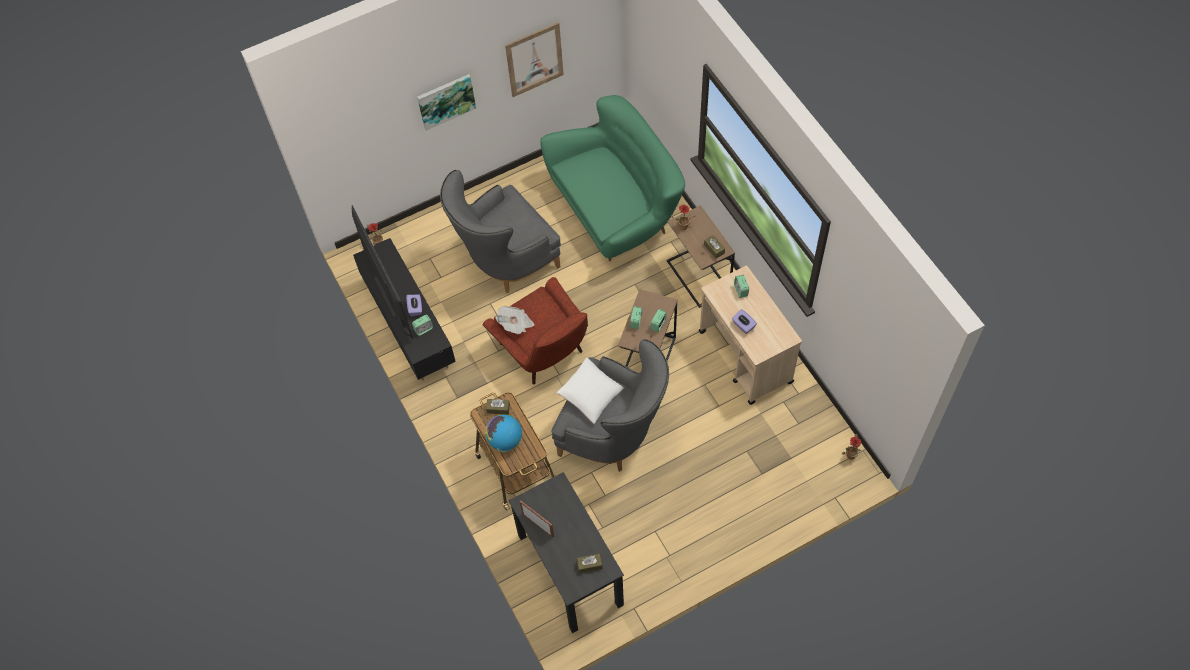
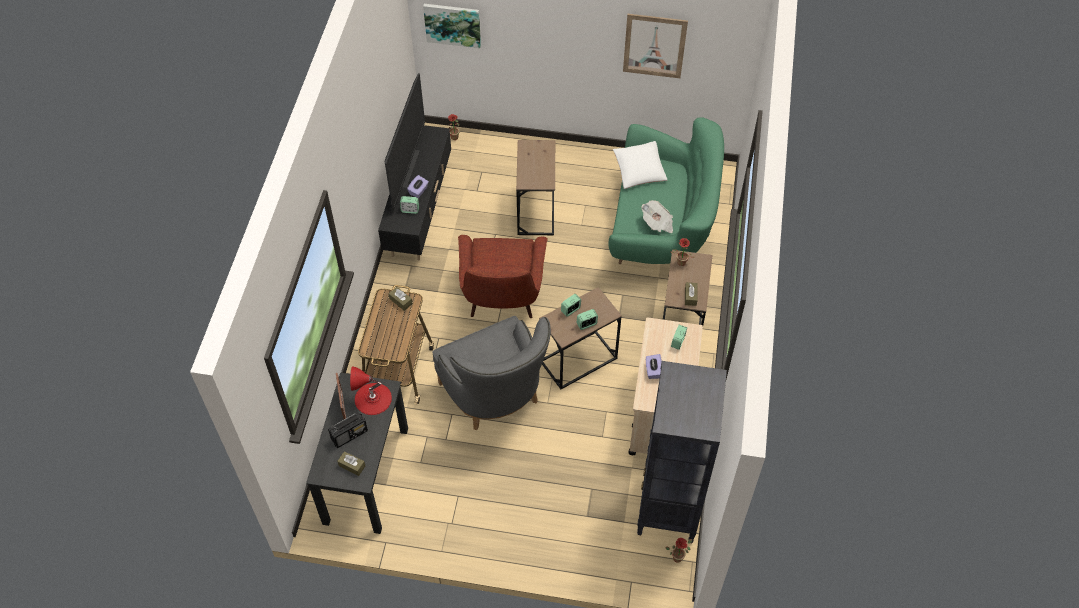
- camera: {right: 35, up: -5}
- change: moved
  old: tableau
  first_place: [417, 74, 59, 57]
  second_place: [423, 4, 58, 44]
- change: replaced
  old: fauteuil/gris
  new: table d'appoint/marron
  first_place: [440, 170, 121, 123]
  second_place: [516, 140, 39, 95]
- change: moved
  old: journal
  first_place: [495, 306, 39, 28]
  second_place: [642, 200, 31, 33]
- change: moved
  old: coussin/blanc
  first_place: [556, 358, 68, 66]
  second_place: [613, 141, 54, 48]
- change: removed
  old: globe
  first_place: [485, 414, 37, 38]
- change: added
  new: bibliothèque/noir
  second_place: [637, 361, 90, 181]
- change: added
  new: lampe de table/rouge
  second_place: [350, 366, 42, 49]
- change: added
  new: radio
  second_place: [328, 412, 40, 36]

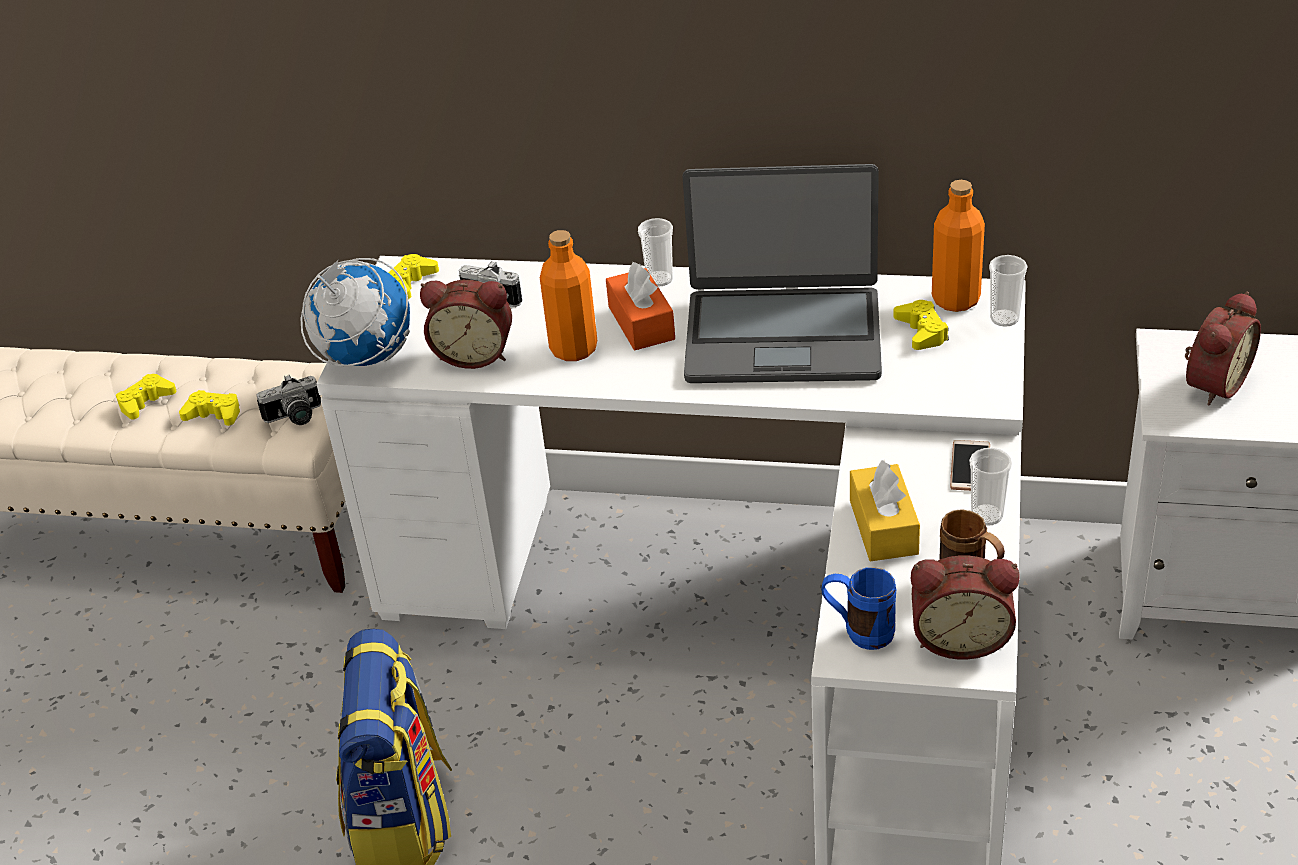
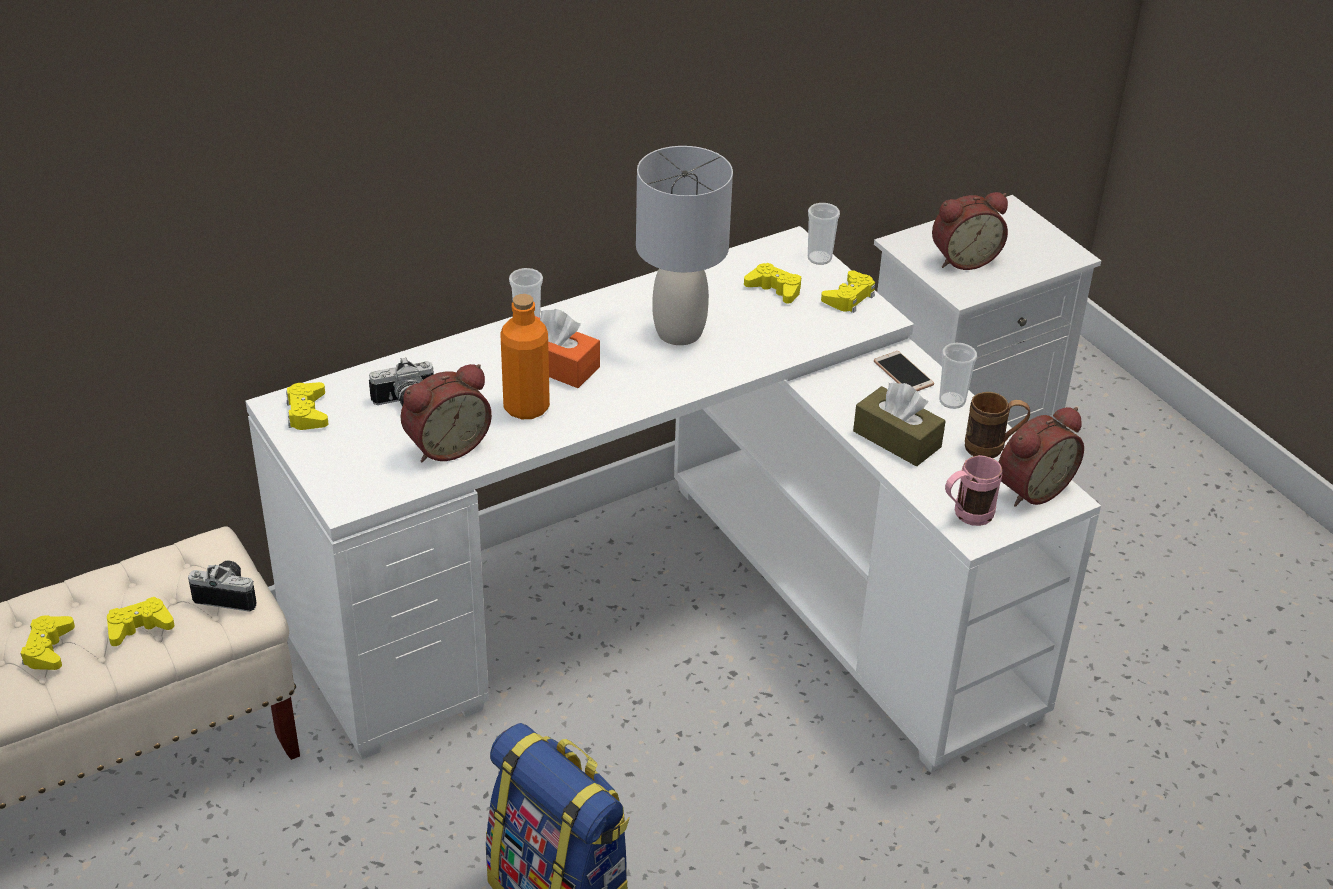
- camera: {right: -45, up: 0}
- change: replaced
  old: ordinateur portable
  new: lampe de table/gris
  first_place: [682, 164, 200, 219]
  second_place: [636, 146, 97, 199]
- change: removed
  old: bouteille/orange
  first_place: [932, 180, 53, 132]
- change: removed
  old: globe
  first_place: [301, 258, 109, 109]
- change: turned
  old: réveil
  first_place: [1185, 292, 76, 114]
  second_place: [932, 192, 76, 78]
  degrees: 75
- change: turned
  old: appareil photo
  first_place: [257, 375, 64, 50]
  second_place: [188, 561, 69, 51]
  degrees: -105
- change: recoloured
  old: boîte à mouchoirs/jaune
  new: boîte à mouchoirs/marron
  first_place: [850, 460, 70, 101]
  second_place: [853, 383, 93, 83]
- change: recoloured
  old: mug/bleu
  new: mug/rose
  first_place: [821, 567, 75, 83]
  second_place: [945, 455, 57, 71]
- change: added
  new: manette/jaune
  second_place: [821, 270, 54, 43]

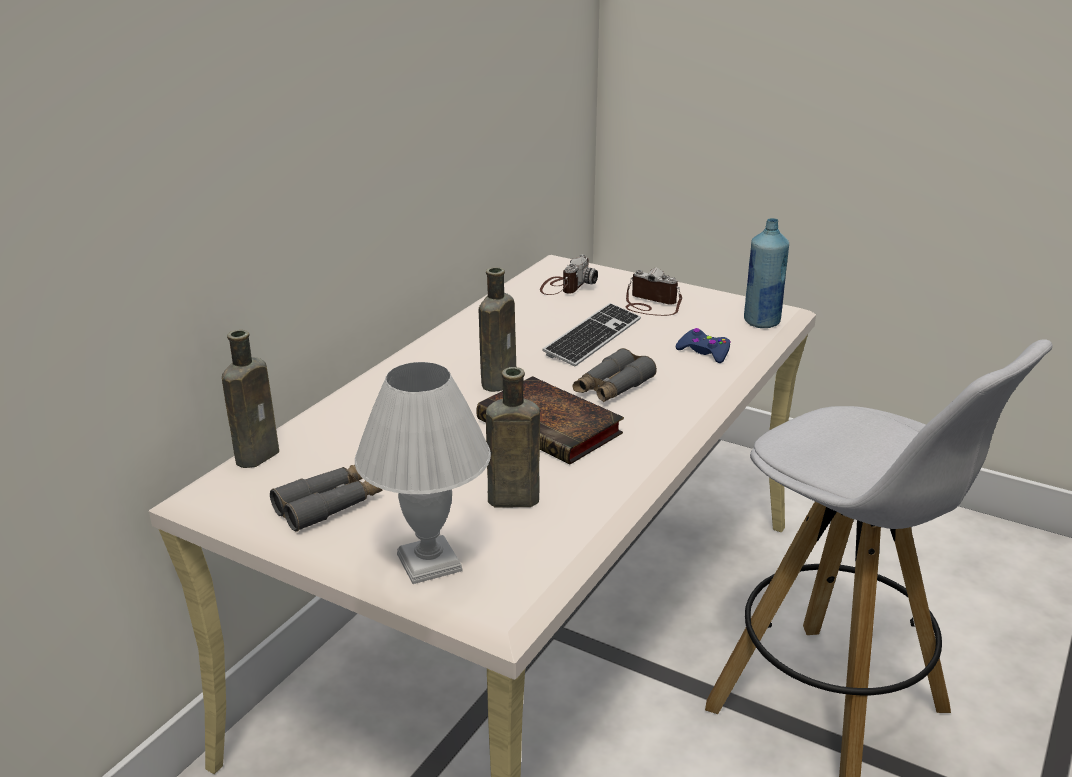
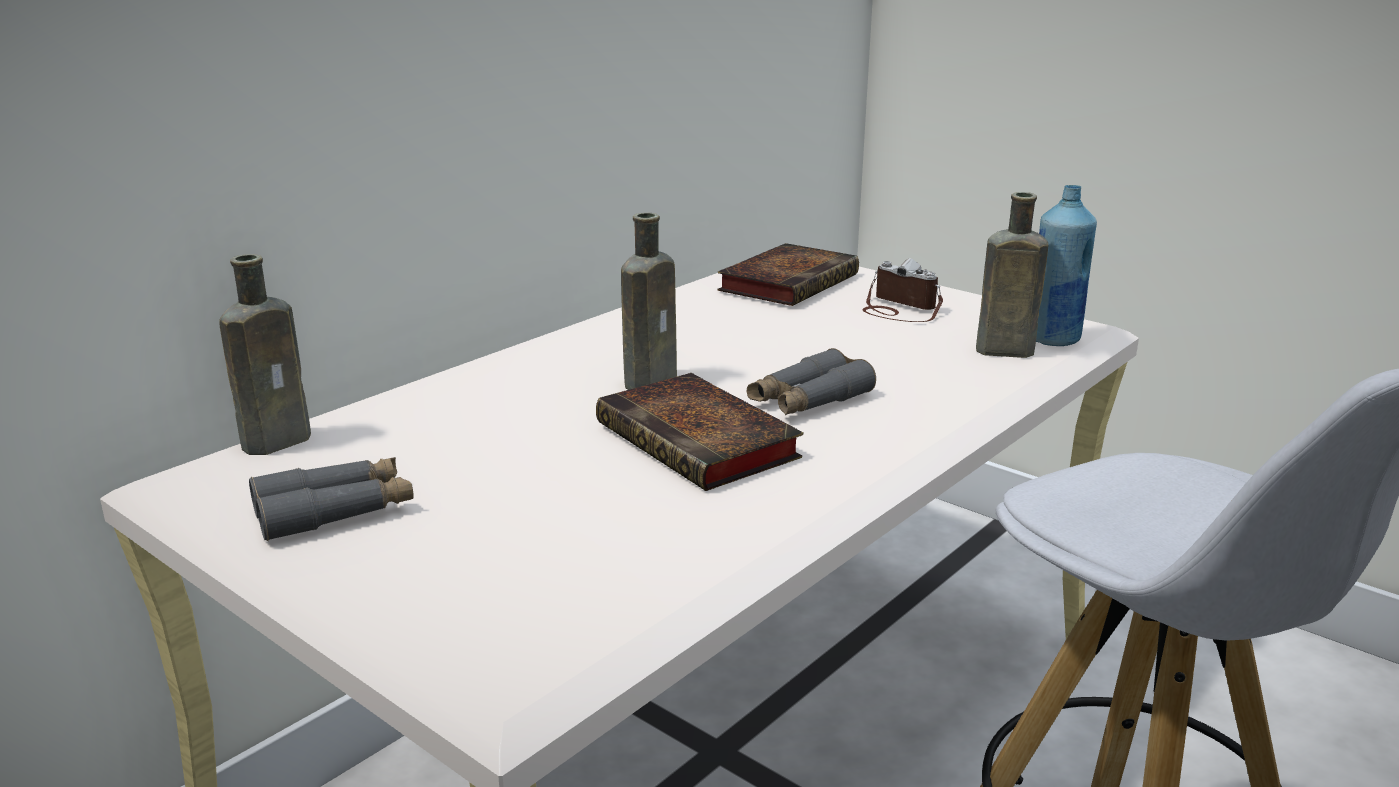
- camera: {right: 10, up: -5}
- change: replaced
  old: appareil photo
  new: livre
  first_place: [540, 255, 58, 40]
  second_place: [717, 243, 142, 63]
- change: removed
  old: clavier
  first_place: [542, 303, 99, 63]
- change: removed
  old: manette/bleu
  first_place: [676, 328, 55, 35]
- change: removed
  old: lampe de table/blanc
  first_place: [355, 362, 136, 222]
- change: moved
  old: bouteille/marron
  first_place: [486, 367, 54, 141]
  second_place: [976, 192, 72, 166]

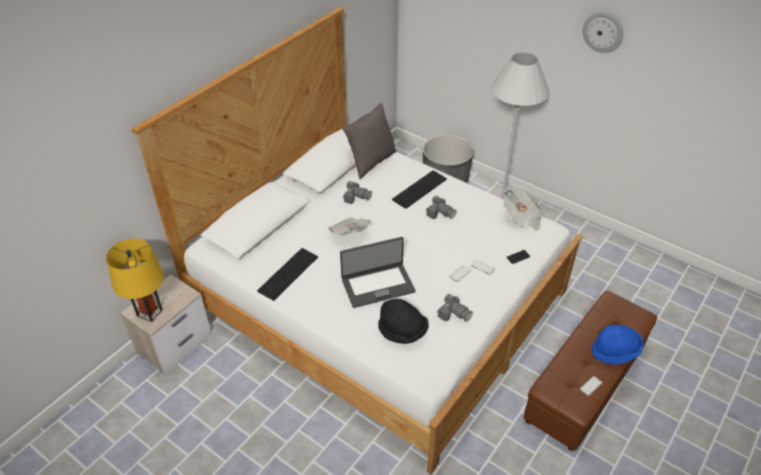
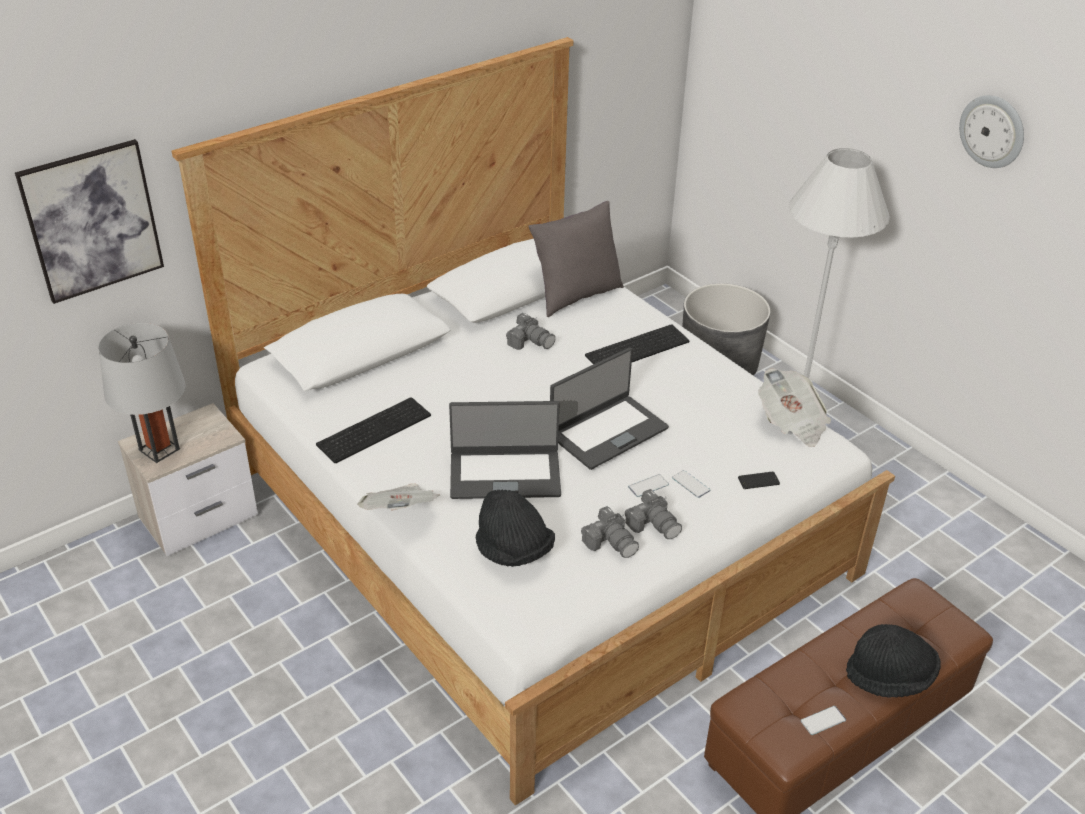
- camera: {right: 15, up: -5}
- change: moved
  old: appareil photo
  first_place: [426, 196, 31, 23]
  second_place: [625, 489, 57, 50]
- change: moved
  old: journal
  first_place: [329, 217, 42, 17]
  second_place: [357, 483, 84, 27]
- change: recoloured
  old: lampe de table/jaune
  new: lampe de table/gris
  first_place: [106, 239, 58, 83]
  second_place: [99, 323, 87, 140]
- change: recoloured
  old: chapeau/bleu
  new: chapeau/noir
  first_place: [591, 325, 53, 40]
  second_place: [846, 624, 95, 74]
- change: added
  new: tableau
  second_place: [15, 139, 149, 165]
- change: added
  new: ordinateur portable
  second_place: [550, 347, 119, 123]

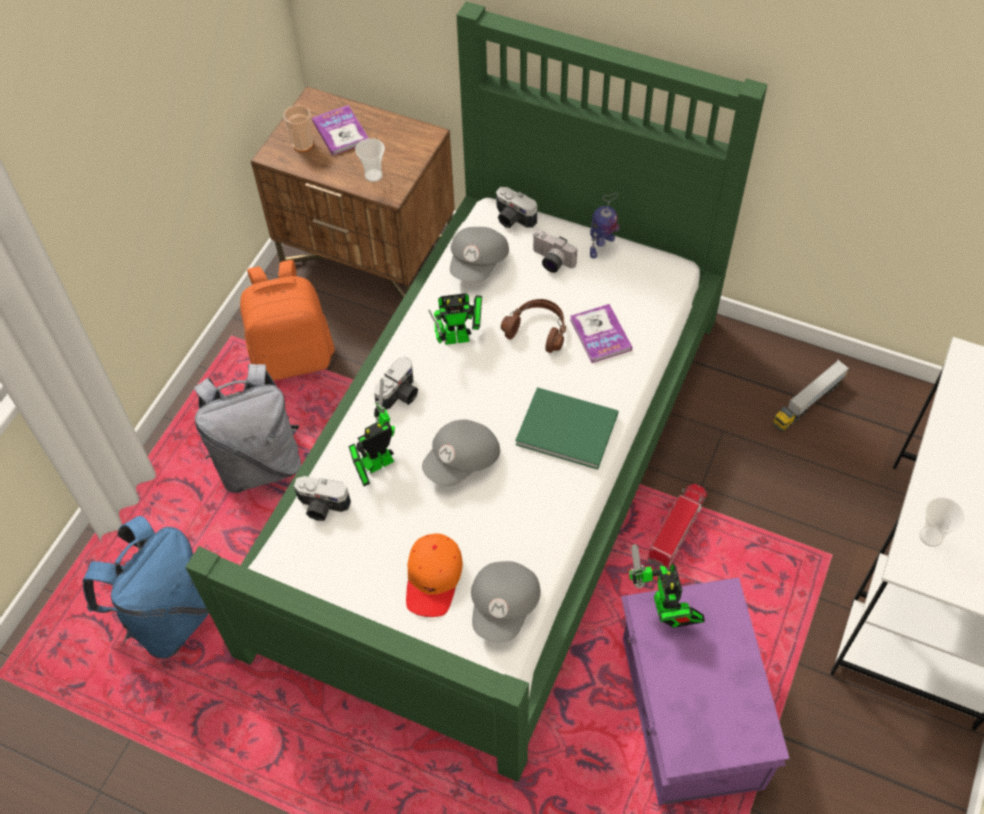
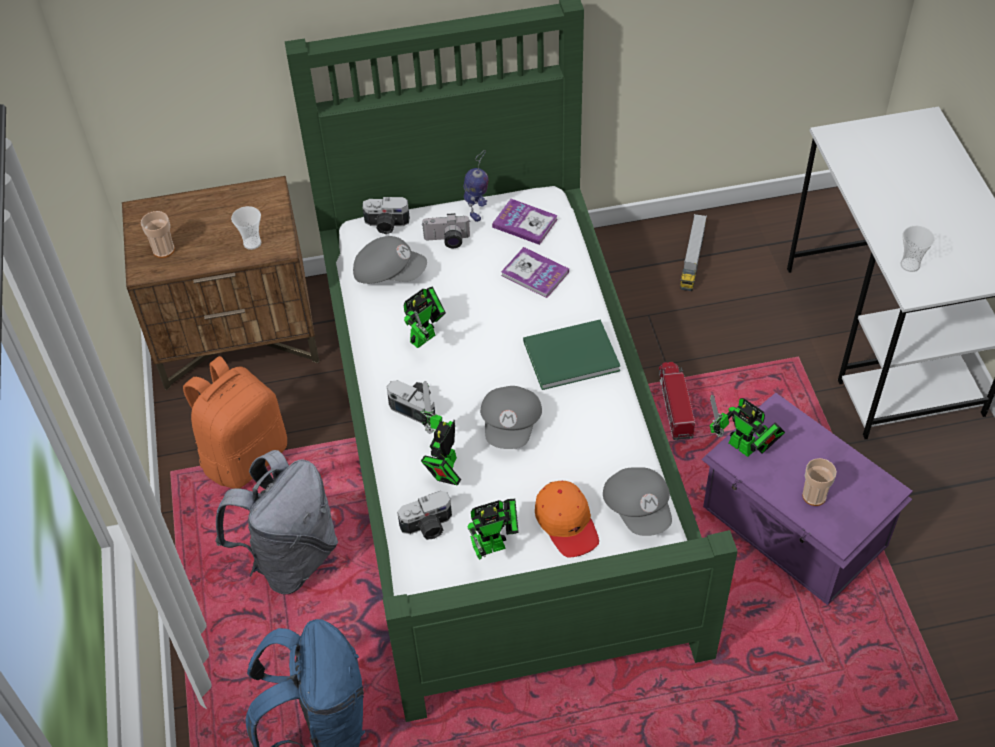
- camera: {right: -35, up: -5}
- change: moved
  old: livre
  first_place: [312, 105, 57, 51]
  second_place: [492, 199, 66, 46]
- change: turned
  old: casquette/gris
  first_place: [450, 227, 59, 55]
  second_place: [353, 236, 74, 48]
  degrees: -60
- change: removed
  old: casque audio/marron
  first_place: [501, 299, 65, 54]
- change: turned
  old: appareil photo
  first_place: [374, 357, 44, 53]
  second_place: [387, 380, 48, 44]
  degrees: -60
- change: added
  new: tasse
  second_place: [802, 458, 35, 48]
- change: added
  new: robot jouet
  second_place: [467, 499, 52, 61]

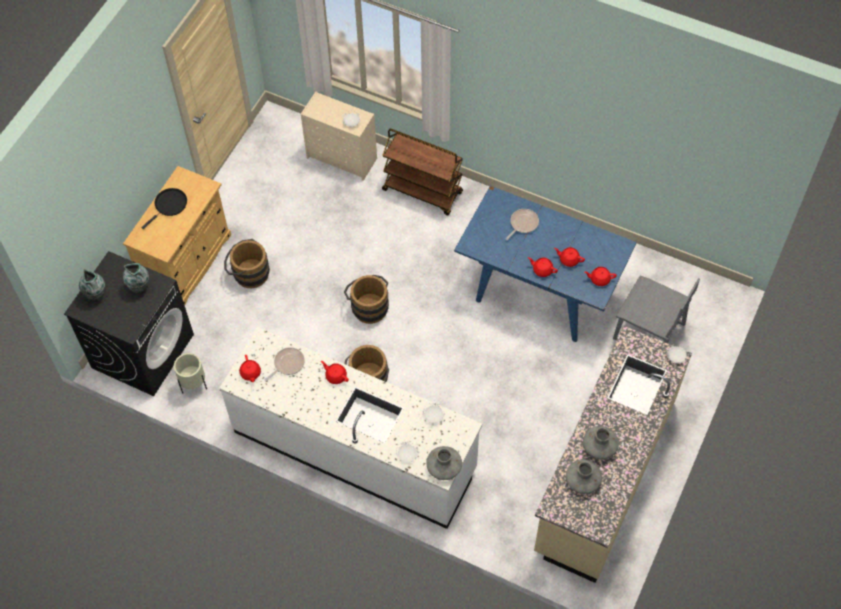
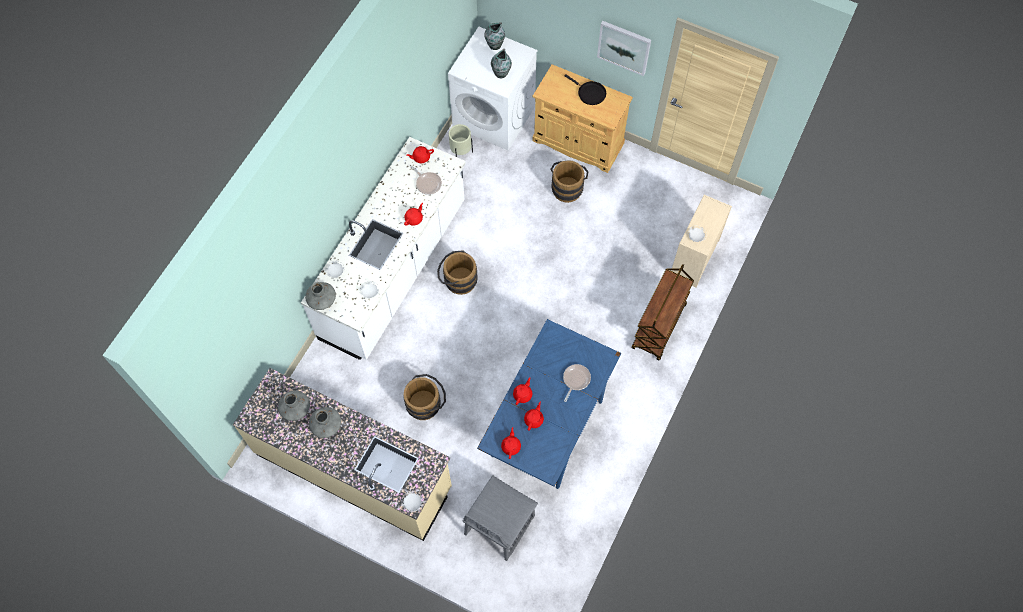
- camera: {right: 90, up: 5}
- change: turned
  old: poêle
  first_place: [506, 209, 33, 31]
  second_place: [563, 364, 28, 38]
  degrees: -105
- change: recoloured
  old: lave-linge/noir
  new: lave-linge/blanc
  first_place: [64, 251, 130, 145]
  second_place: [448, 27, 90, 123]
- change: moved
  old: seau/marron
  first_place: [344, 275, 45, 49]
  second_place: [403, 374, 43, 46]
- change: added
  new: tableau
  second_place: [597, 21, 54, 55]

